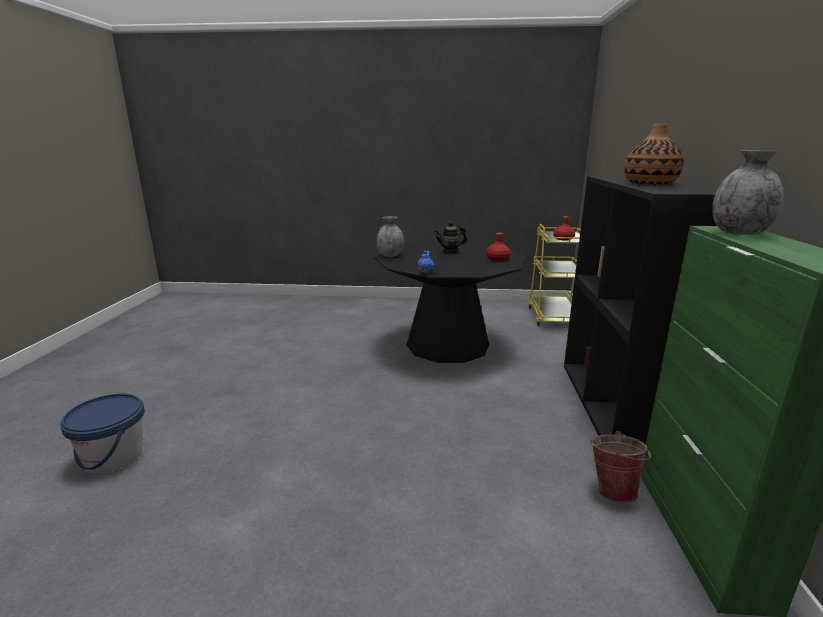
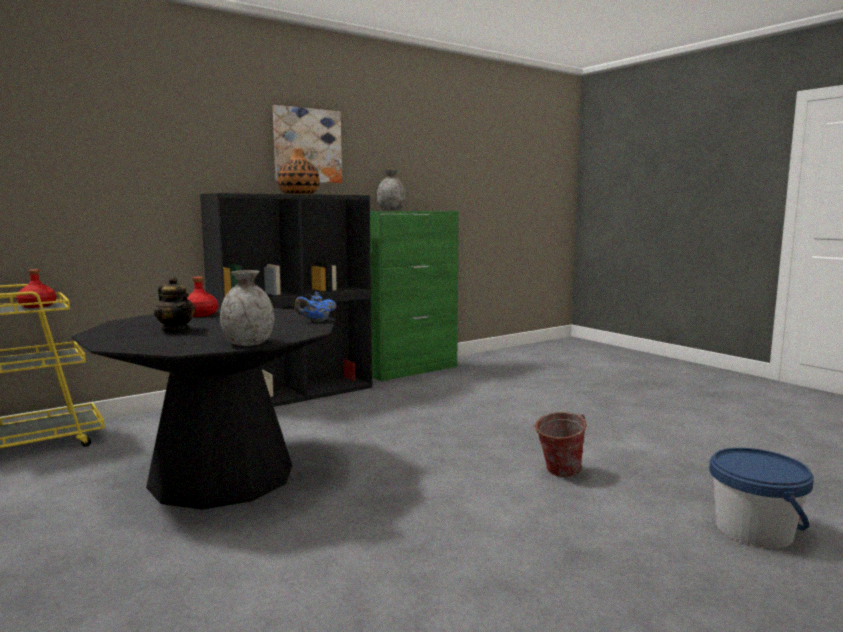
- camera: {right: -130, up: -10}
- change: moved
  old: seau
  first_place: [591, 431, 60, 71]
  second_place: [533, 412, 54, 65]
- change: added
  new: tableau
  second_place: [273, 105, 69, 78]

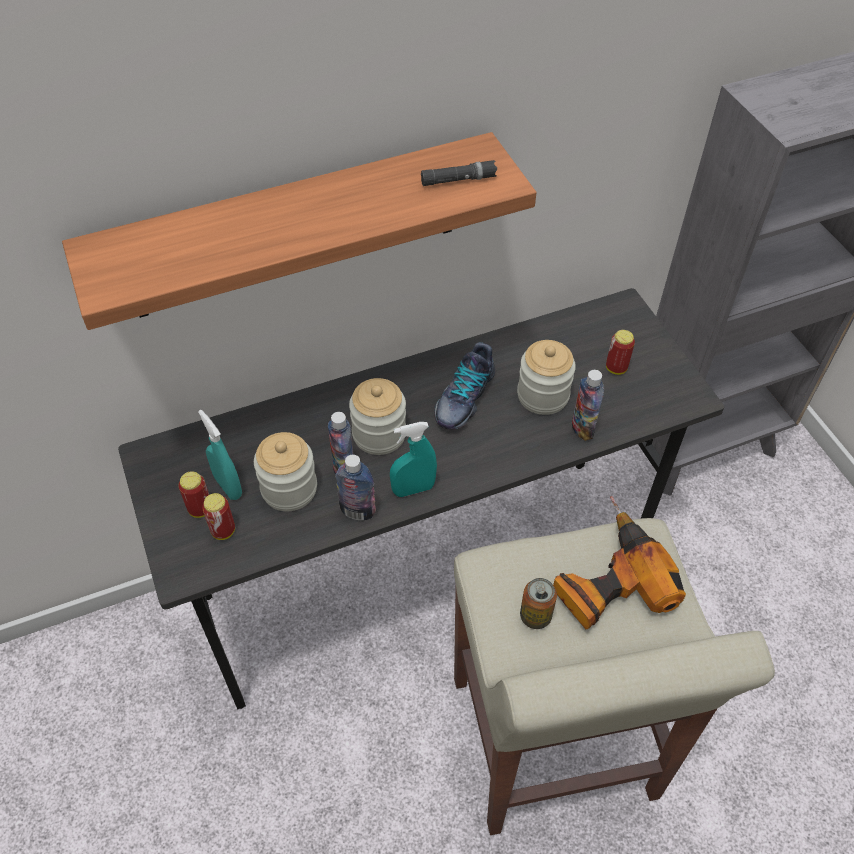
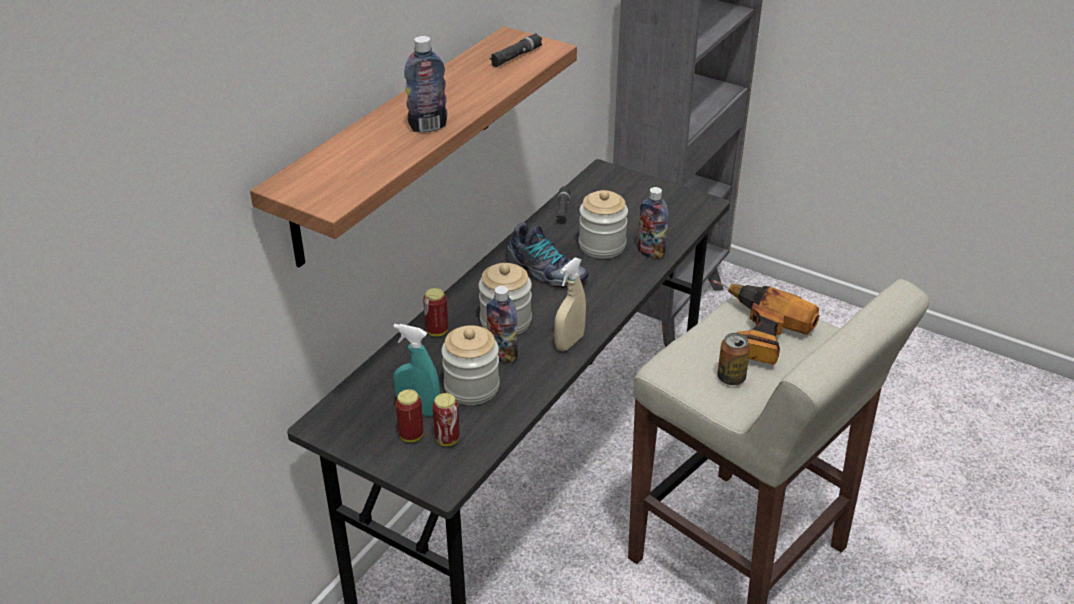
- camera: {right: -35, up: -15}
- change: moved
  old: boîte métallique
  first_place: [606, 330, 29, 45]
  second_place: [423, 288, 25, 48]
- change: turned
  old: chaussure
  first_place: [434, 342, 61, 88]
  second_place: [505, 223, 84, 65]
  degrees: -45
- change: recoloured
  old: vaporisateur/turquoise
  new: vaporisateur/beige
  first_place: [390, 422, 47, 75]
  second_place: [554, 258, 32, 93]
- change: moved
  old: bouteille
  first_place: [335, 455, 41, 65]
  second_place: [404, 36, 43, 96]
- change: added
  new: lampe de poche/noir
  second_place: [555, 186, 15, 38]

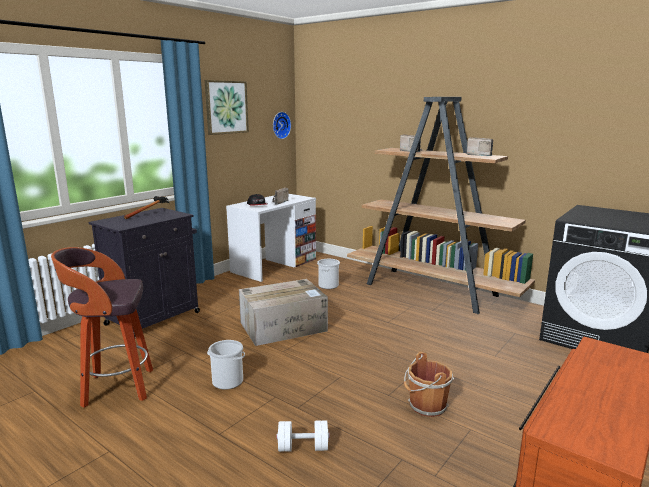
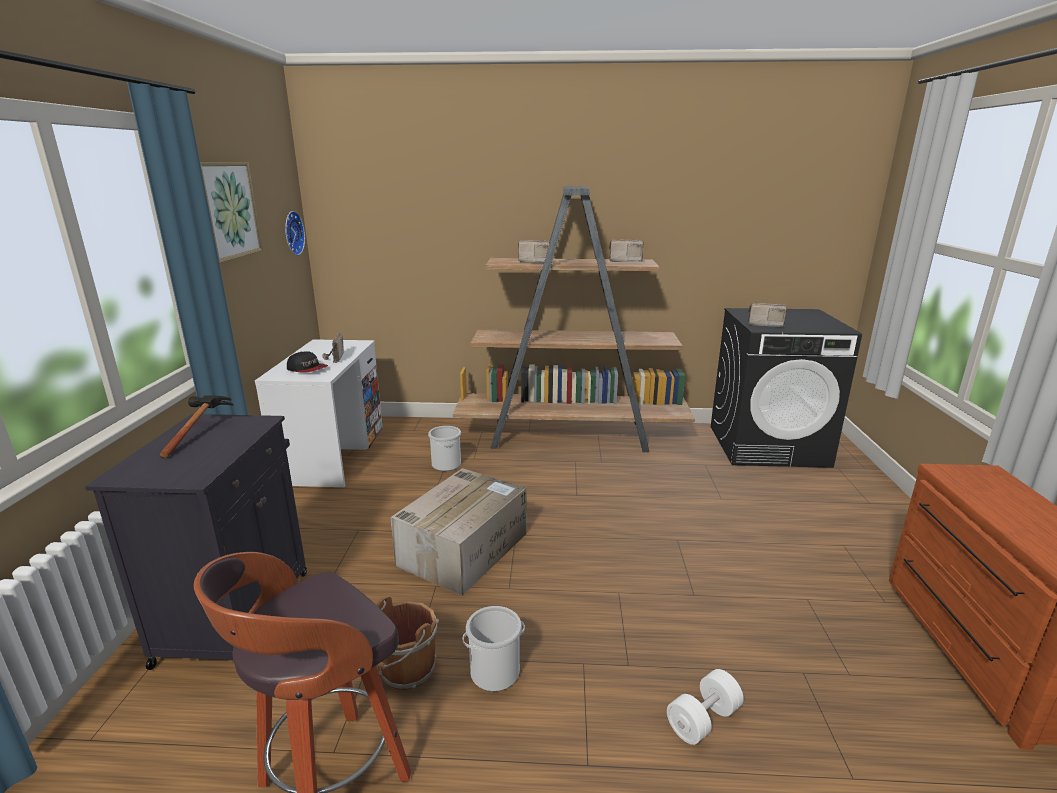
- camera: {right: -35, up: 5}
- change: moved
  old: seau/marron
  first_place: [404, 352, 50, 65]
  second_place: [376, 595, 63, 95]
- change: added
  new: radio
  second_place: [748, 303, 39, 24]

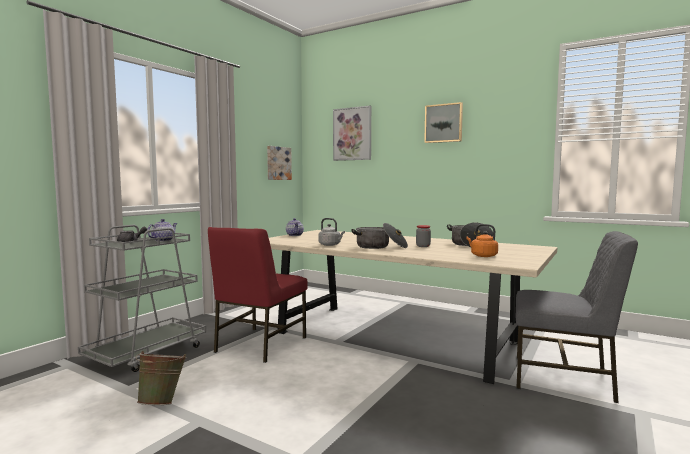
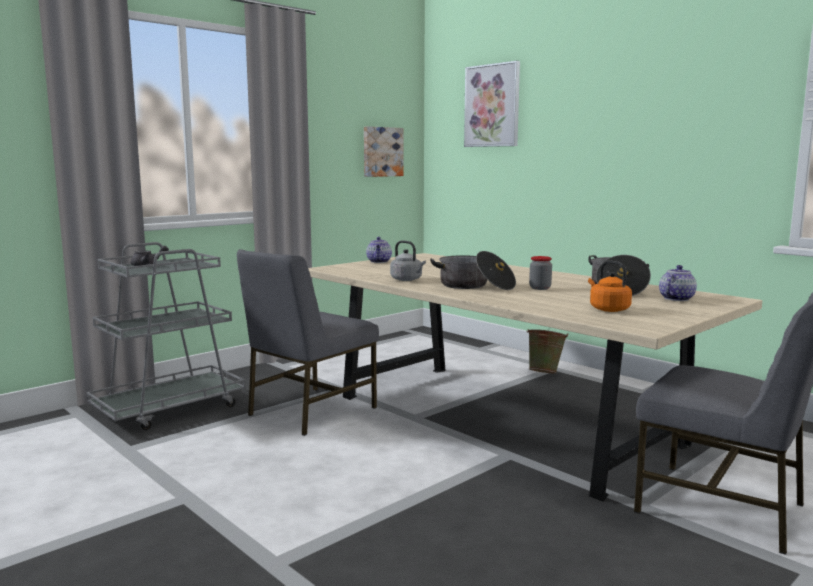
- camera: {right: 15, up: 5}
- change: removed
  old: tableau
  first_place: [424, 102, 39, 41]
- change: moved
  old: théière
  first_place: [147, 219, 30, 23]
  second_place: [659, 265, 38, 36]
- change: recoloured
  old: chaise/rouge
  new: chaise/gris
  first_place: [208, 227, 100, 136]
  second_place: [237, 249, 142, 187]
- change: moved
  old: seau/vert
  first_place: [136, 351, 51, 54]
  second_place: [527, 329, 41, 45]

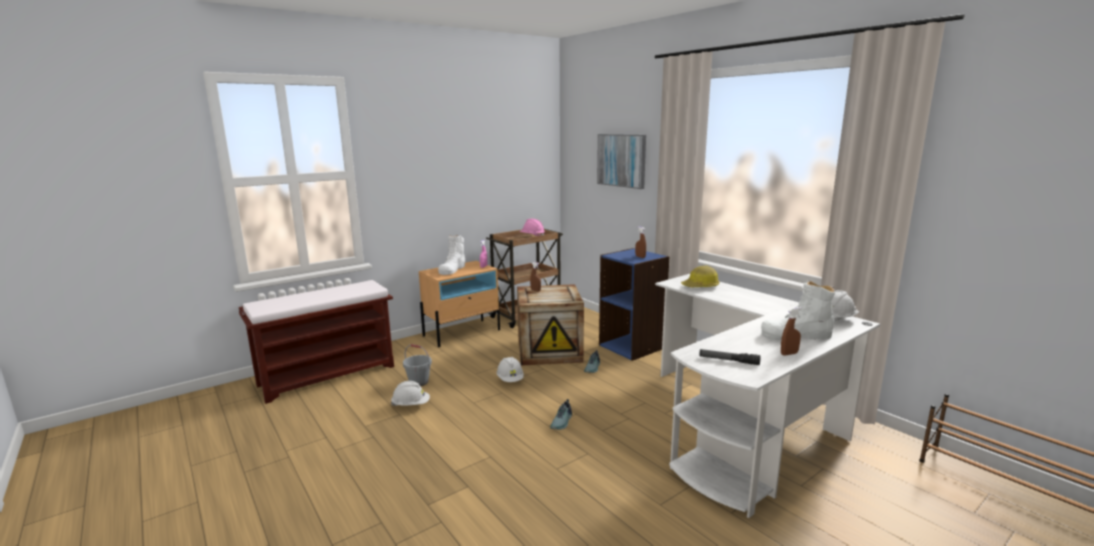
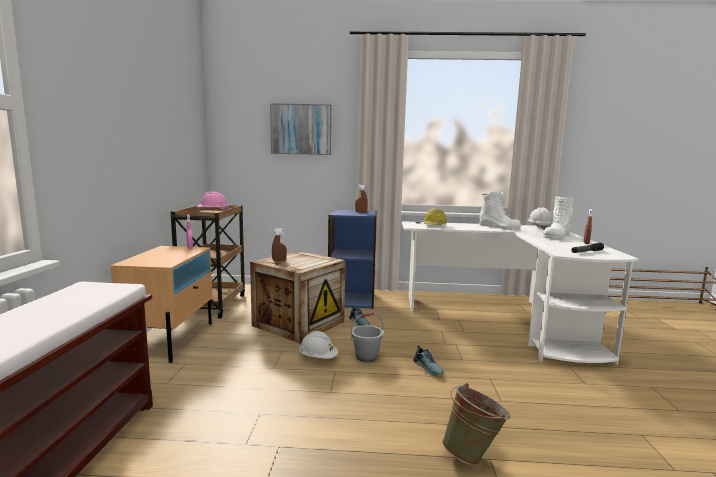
- camera: {right: -50, up: -5}
- change: moved
  old: botte/blanc
  first_place: [438, 235, 27, 40]
  second_place: [479, 192, 42, 38]
- change: moved
  old: seau/gris
  first_place: [403, 344, 29, 42]
  second_place: [351, 312, 32, 50]
- change: removed
  old: casque de chantier/blanc
  first_place: [391, 381, 39, 25]
- change: added
  new: seau/vert
  second_place: [442, 383, 68, 82]

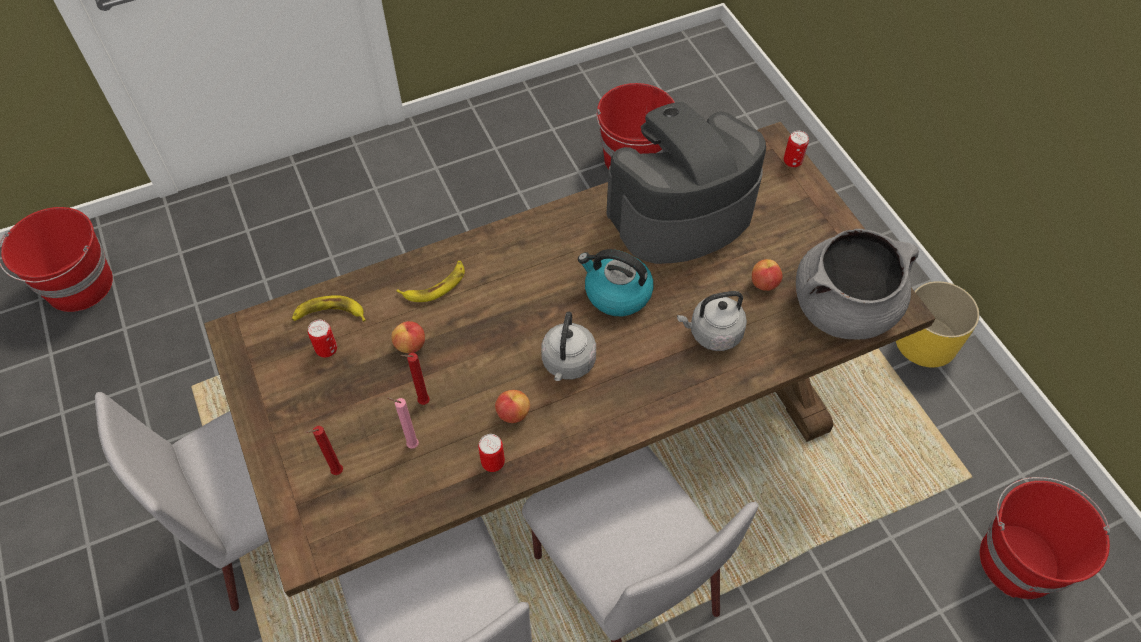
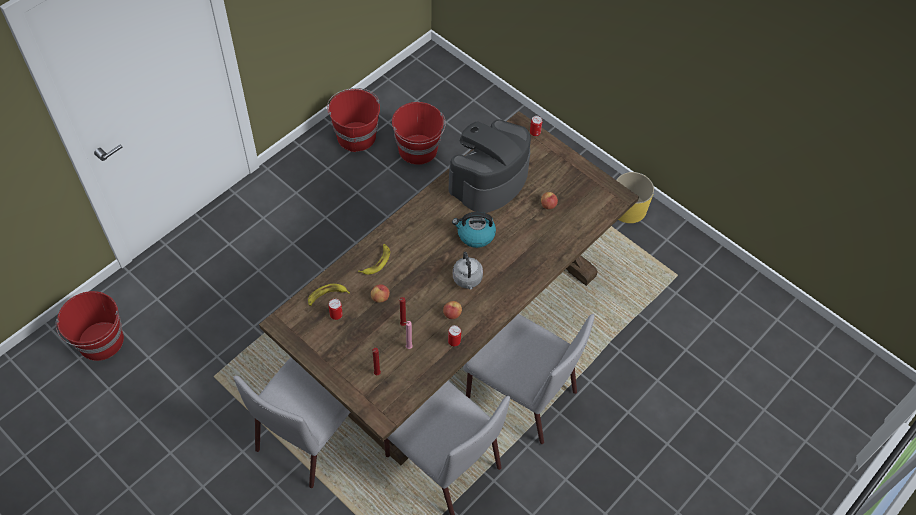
- camera: {right: -25, up: 0}
- change: removed
  old: marmite/gris
  first_place: [796, 229, 123, 111]
- change: removed
  old: bouilloire/gris
  first_place: [677, 291, 70, 60]
- change: moved
  old: seau/rouge
  first_place: [980, 477, 130, 122]
  second_place: [327, 88, 53, 64]

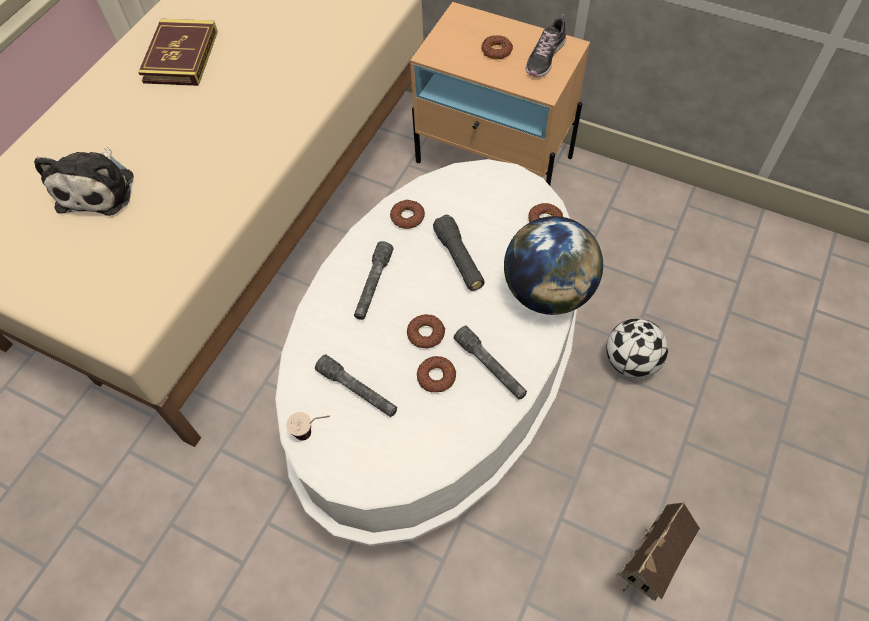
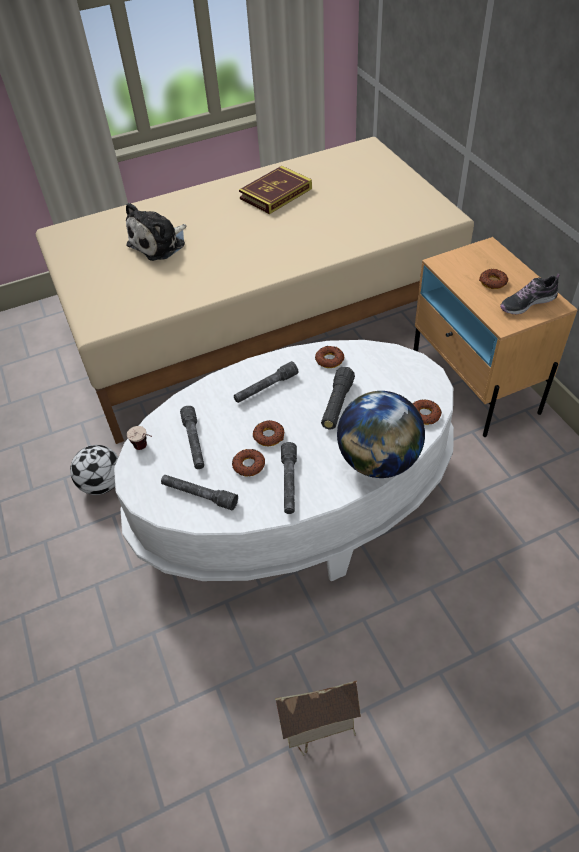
- camera: {right: 40, up: -10}
- change: moved
  old: ballon de foot
  first_place: [606, 318, 62, 60]
  second_place: [70, 445, 48, 50]
- change: added
  new: lampe de poche/gris
  second_place: [161, 475, 77, 35]

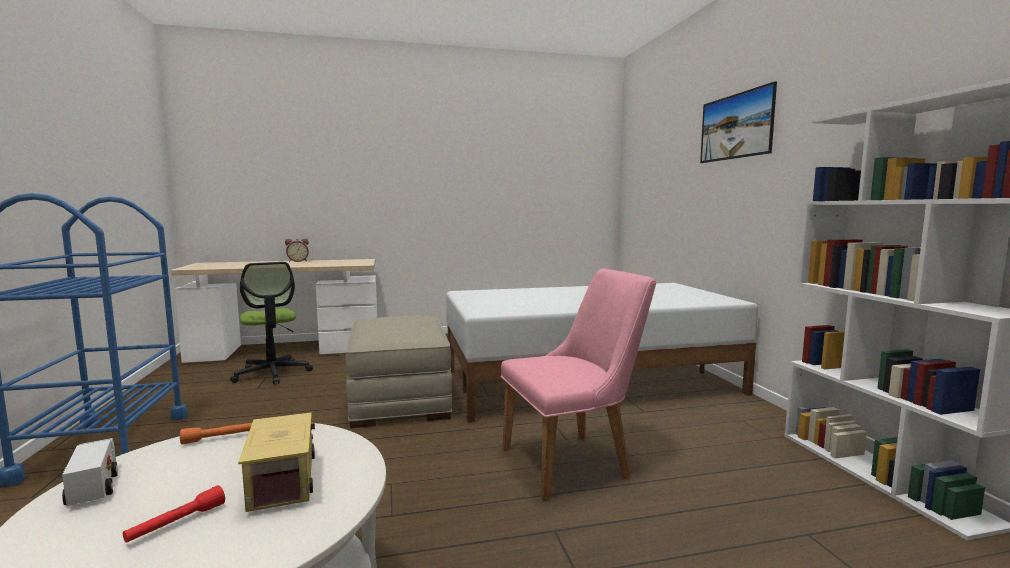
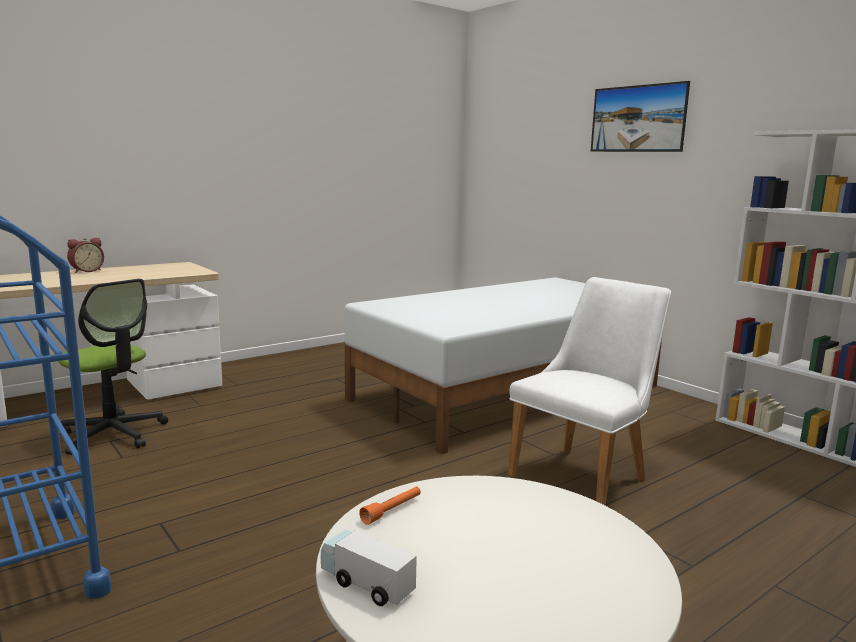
- camera: {right: -25, up: 5}
- change: recoloured
  old: chaise/rose
  new: chaise/blanc
  first_place: [501, 268, 155, 233]
  second_place: [508, 277, 163, 228]
- change: removed
  old: pouf/beige
  first_place: [345, 316, 107, 112]
- change: removed
  old: camion jouet
  first_place: [238, 412, 77, 100]
- change: removed
  old: lampe de poche/rouge
  first_place: [123, 485, 102, 58]

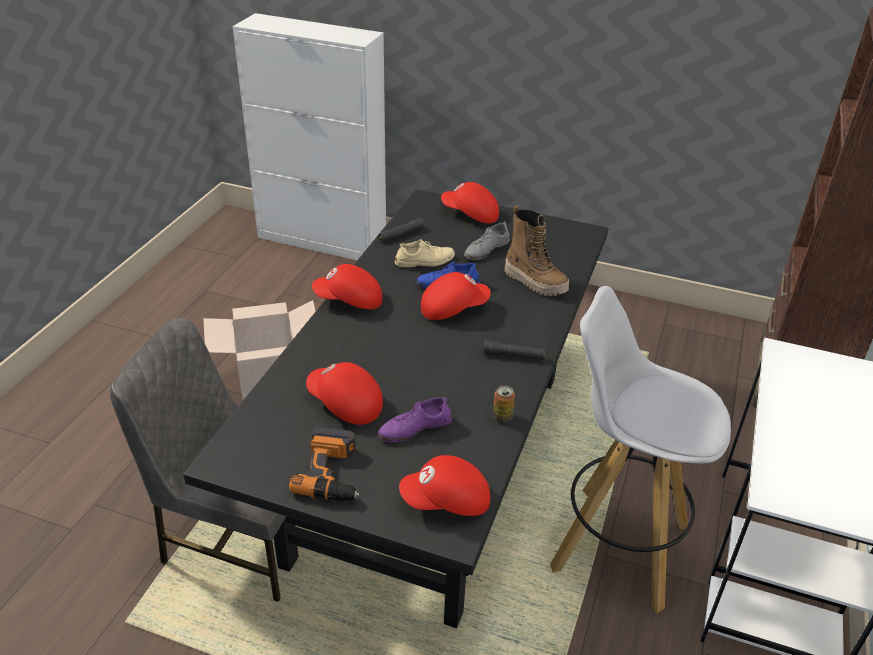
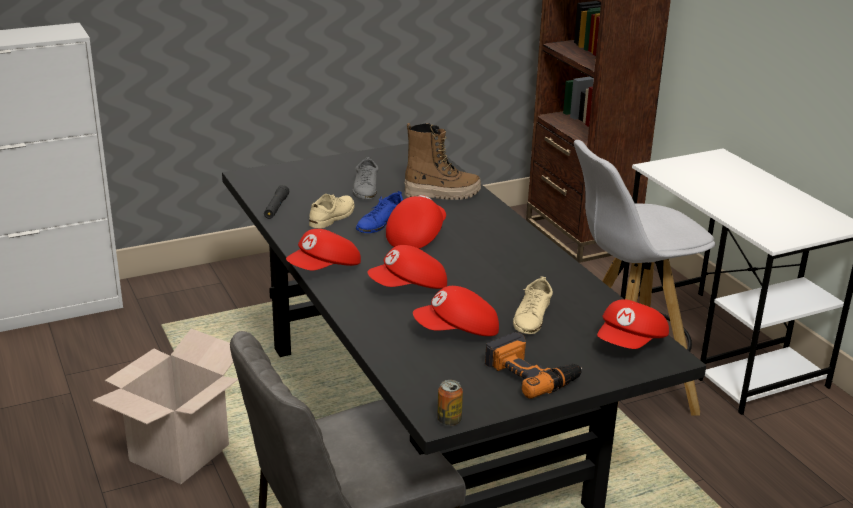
- camera: {right: -45, up: -10}
- change: moved
  old: casquette/rouge
  first_place: [441, 182, 58, 41]
  second_place: [367, 245, 80, 44]
- change: removed
  old: lampe de poche/noir
  first_place: [483, 340, 62, 20]
- change: moved
  old: boîte métallique
  first_place: [493, 385, 22, 37]
  second_place: [437, 380, 26, 46]
- change: recoloured
  old: chaussure/violet
  new: chaussure/beige
  first_place: [378, 396, 74, 46]
  second_place: [513, 276, 40, 58]

